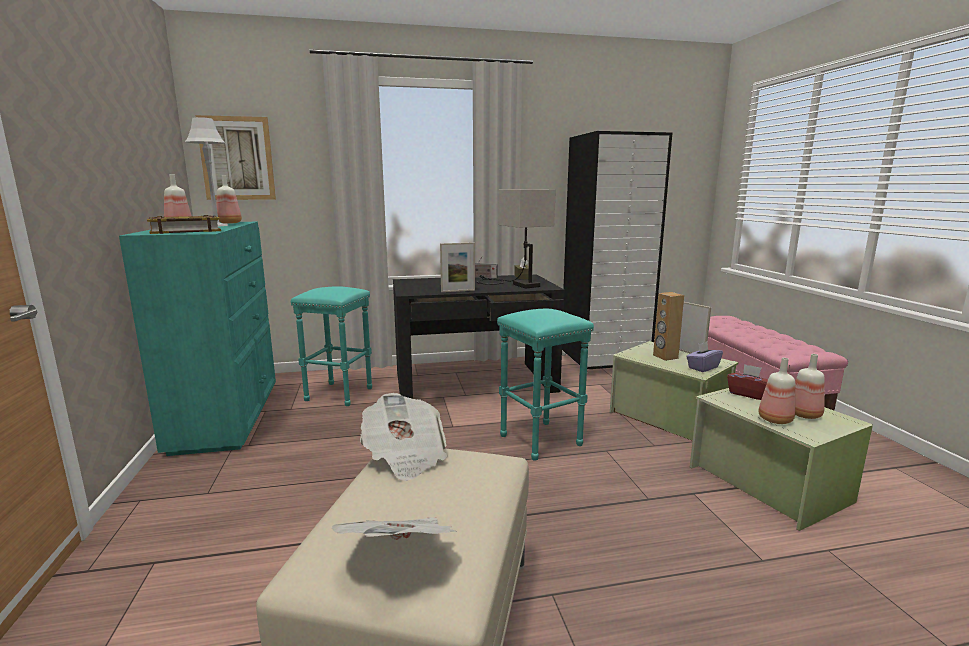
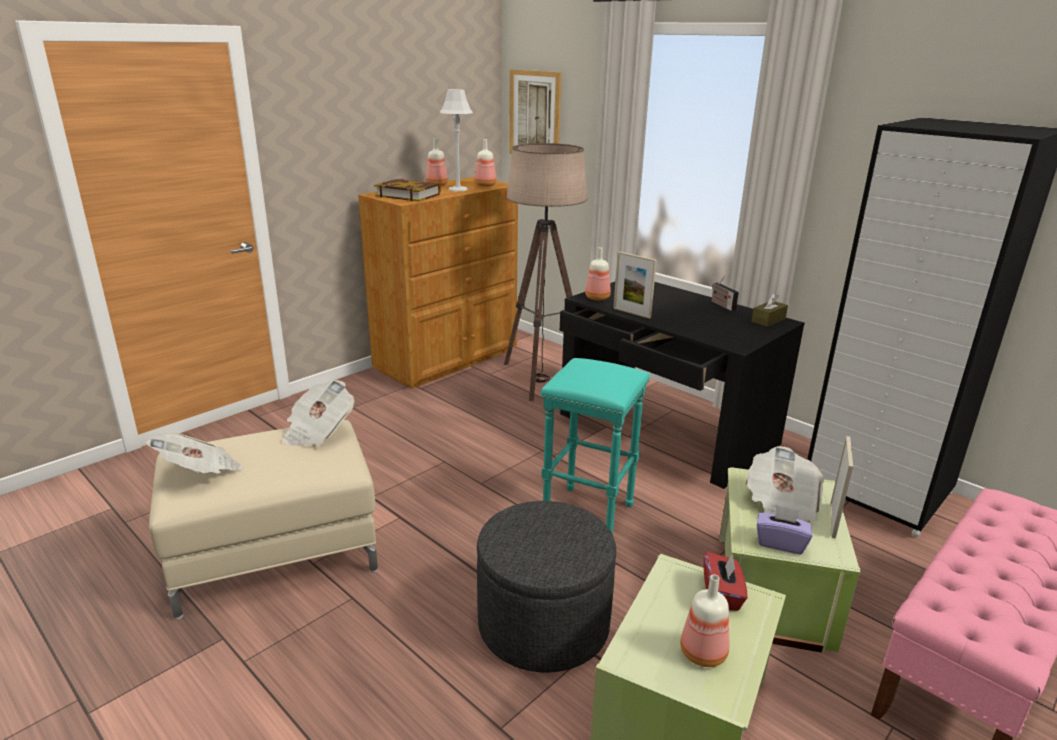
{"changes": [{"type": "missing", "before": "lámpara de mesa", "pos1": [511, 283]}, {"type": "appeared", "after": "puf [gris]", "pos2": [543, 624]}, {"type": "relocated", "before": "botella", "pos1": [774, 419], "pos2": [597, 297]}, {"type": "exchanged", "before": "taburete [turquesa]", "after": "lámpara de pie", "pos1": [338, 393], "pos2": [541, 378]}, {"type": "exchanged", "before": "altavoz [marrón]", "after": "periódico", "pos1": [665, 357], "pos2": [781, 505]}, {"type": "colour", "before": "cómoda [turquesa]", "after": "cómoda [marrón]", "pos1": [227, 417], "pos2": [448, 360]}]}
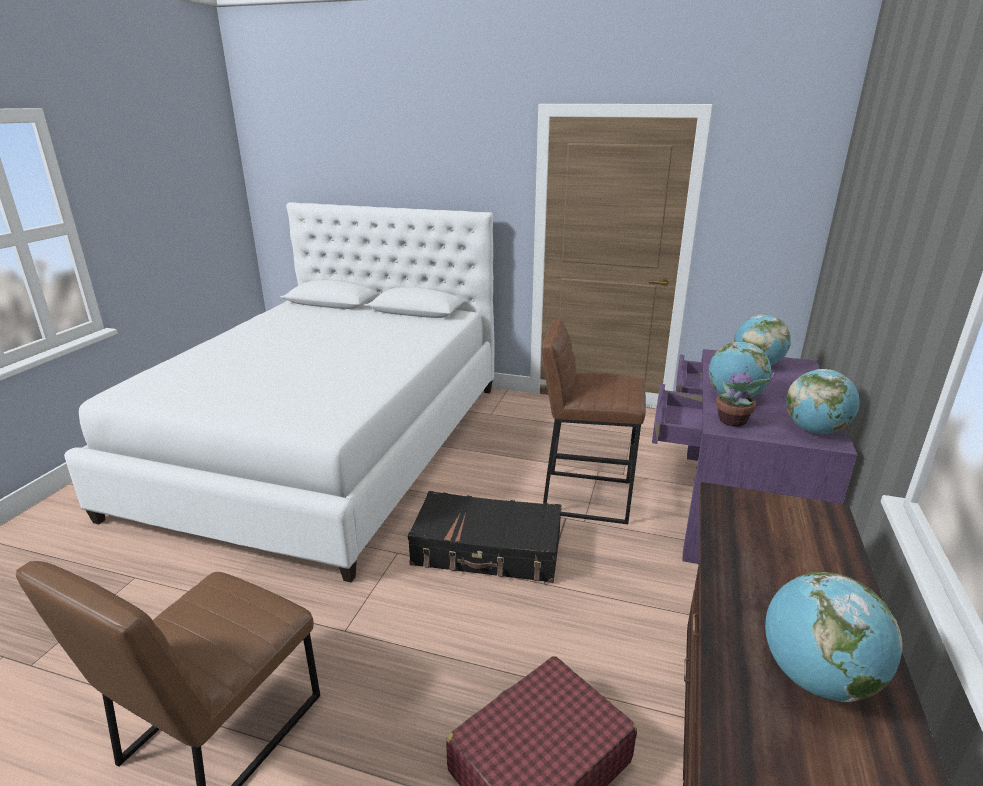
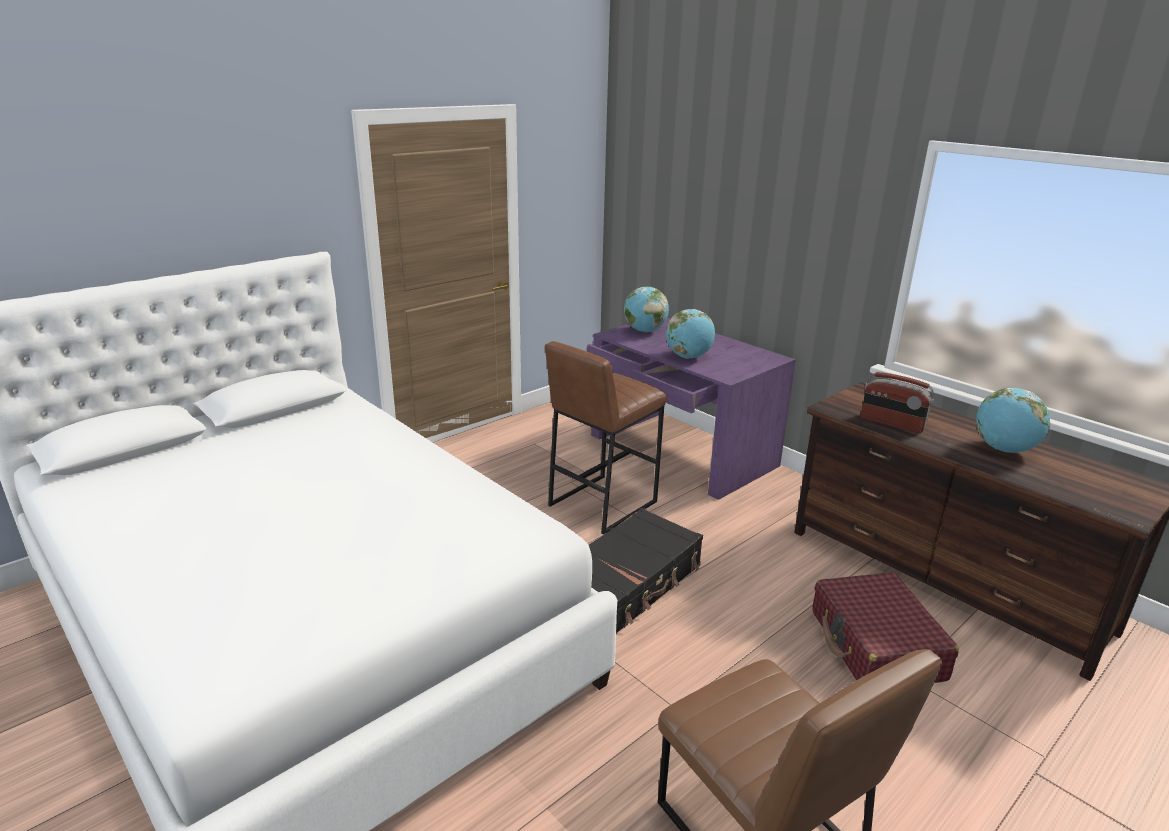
{"changes": [{"type": "missing", "before": "planta en maceta", "pos1": [733, 421]}, {"type": "missing", "before": "globo terráqueo", "pos1": [814, 430]}, {"type": "appeared", "after": "radio", "pos2": [892, 423]}]}
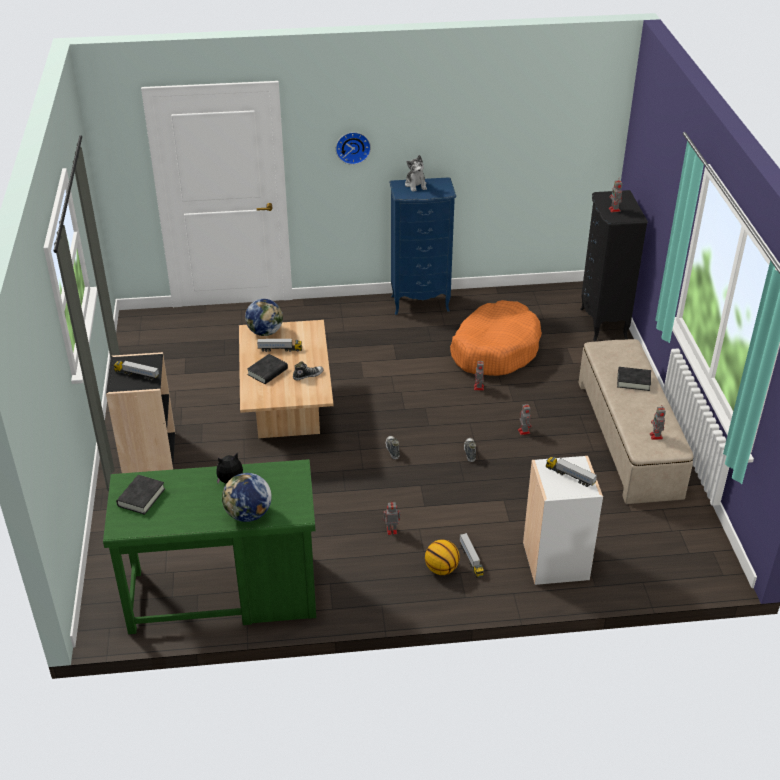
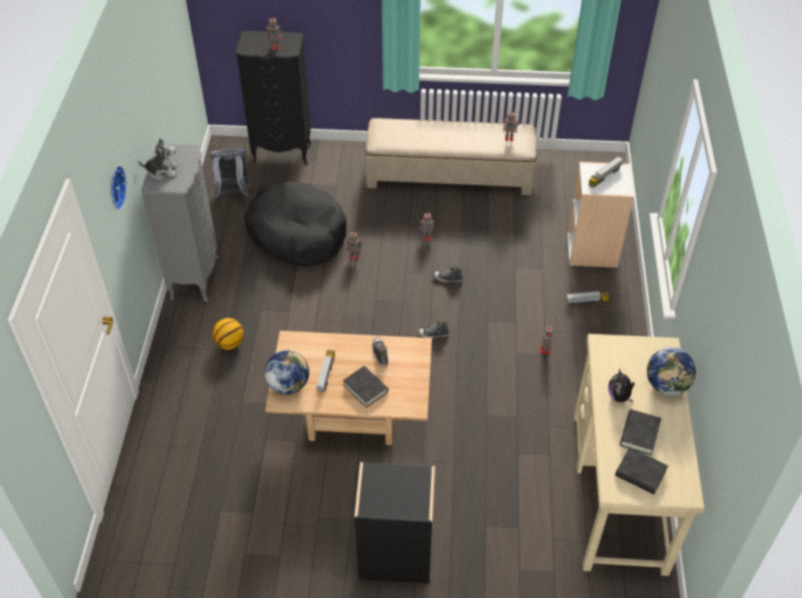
{"changes": [{"type": "missing", "before": "camión de juguete", "pos1": [137, 374]}, {"type": "appeared", "after": "mochila [gris]", "pos2": [233, 194]}, {"type": "relocated", "before": "balón de baloncesto", "pos1": [441, 569], "pos2": [230, 343]}, {"type": "relocated", "before": "libro [negro]", "pos1": [633, 381], "pos2": [639, 434]}, {"type": "colour", "before": "escritorio [verde]", "after": "escritorio [beis]", "pos1": [222, 595], "pos2": [619, 491]}, {"type": "colour", "before": "cómoda [azul]", "after": "cómoda [gris]", "pos1": [420, 304], "pos2": [197, 277]}, {"type": "colour", "before": "cama para perro [naranja]", "after": "cama para perro [negro]", "pos1": [495, 349], "pos2": [297, 234]}]}
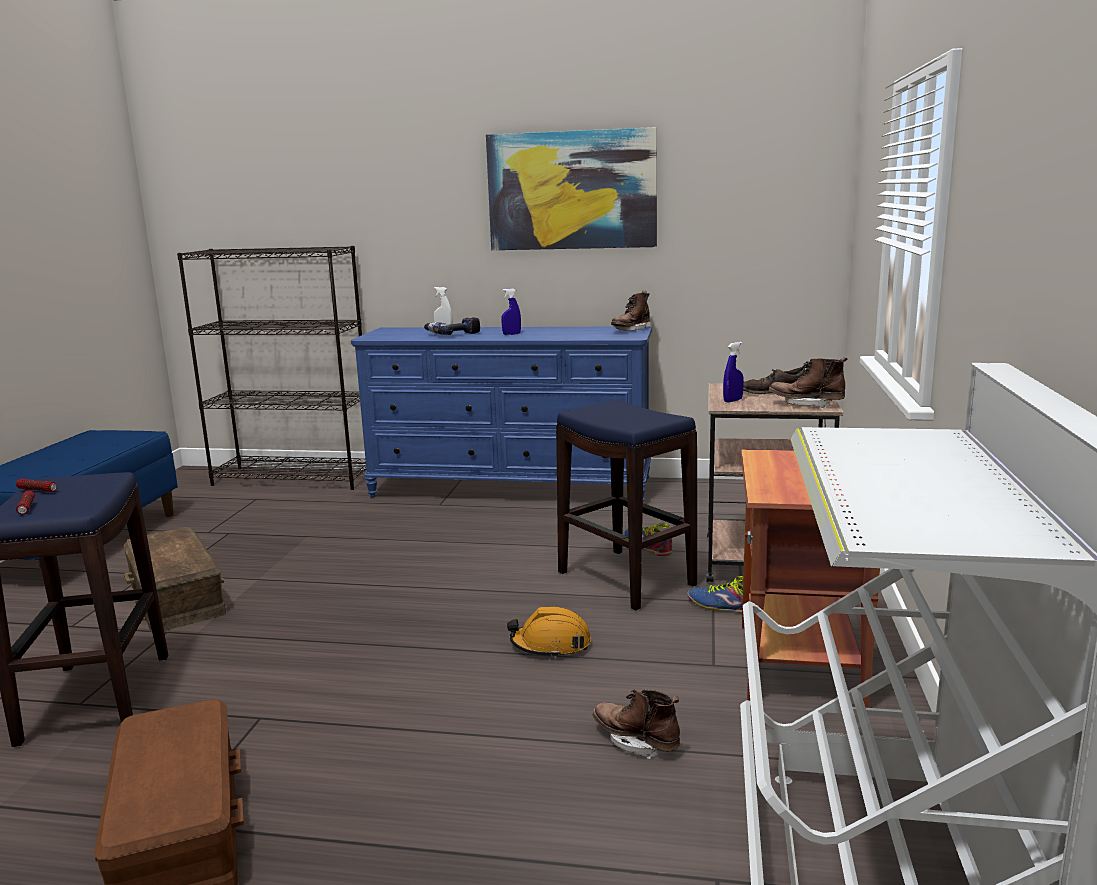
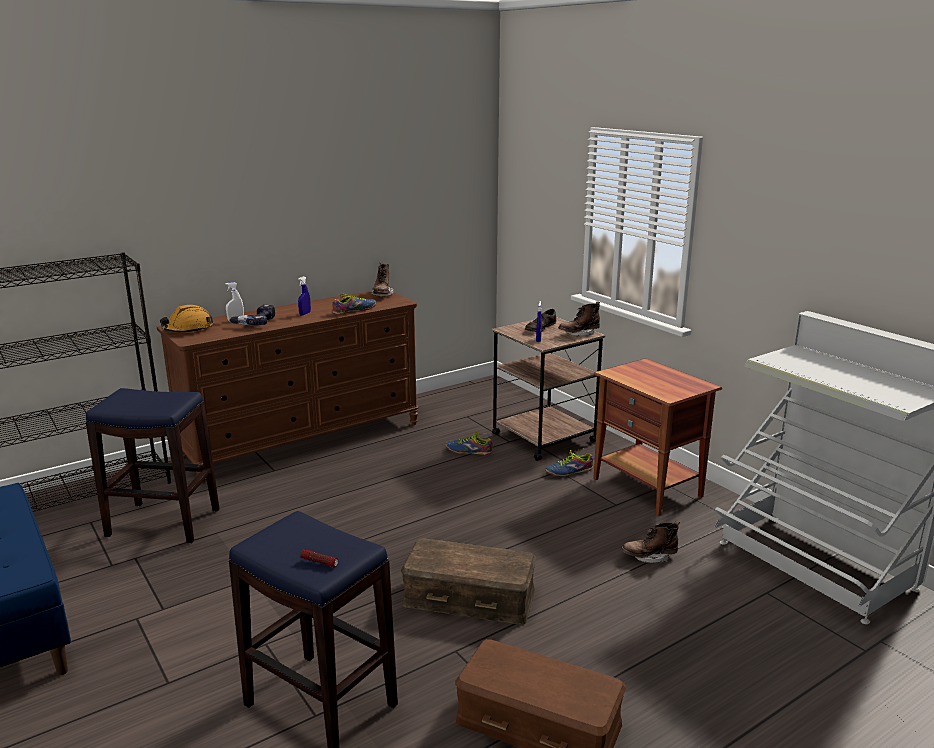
{"changes": [{"type": "missing", "before": "linterna", "pos1": [37, 490]}, {"type": "missing", "before": "cuadro", "pos1": [572, 190]}, {"type": "appeared", "after": "zapato", "pos2": [354, 310]}, {"type": "relocated", "before": "caja de almacenaje [marrón]", "pos1": [178, 597], "pos2": [469, 596]}, {"type": "relocated", "before": "casco [naranja]", "pos1": [551, 645], "pos2": [188, 329]}, {"type": "relocated", "before": "taburete", "pos1": [625, 579], "pos2": [163, 523]}, {"type": "colour", "before": "cómoda [azul]", "after": "cómoda [marrón]", "pos1": [511, 488], "pos2": [304, 440]}]}
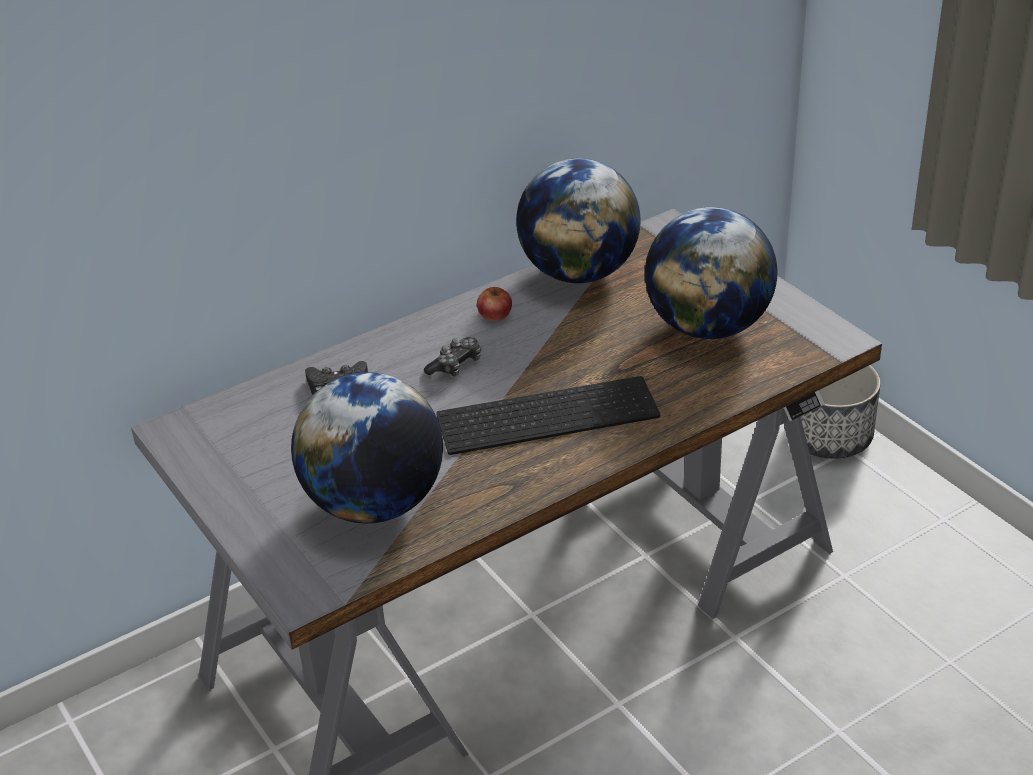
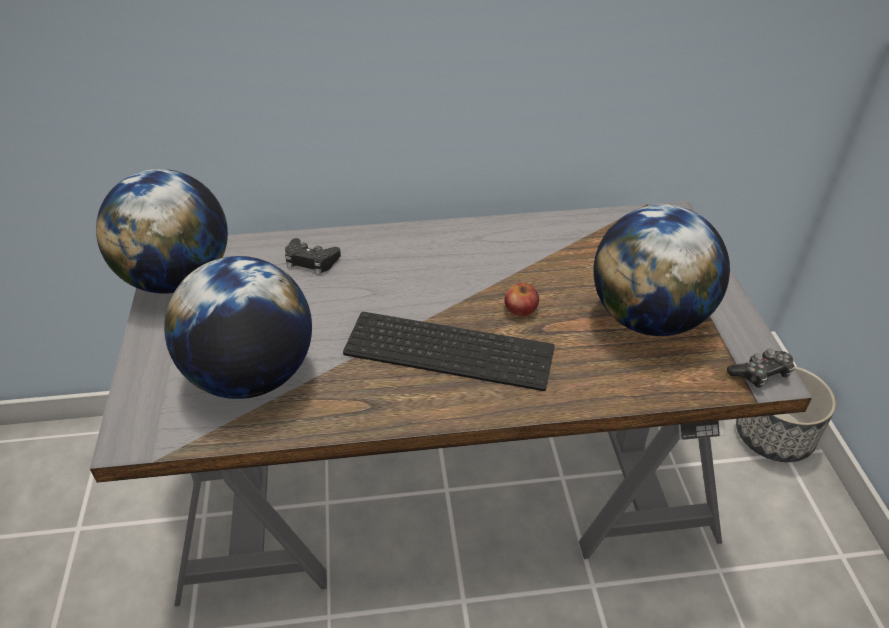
{"changes": [{"type": "relocated", "before": "mando de consola", "pos1": [455, 365], "pos2": [760, 374]}, {"type": "relocated", "before": "manzana", "pos1": [495, 314], "pos2": [520, 309]}, {"type": "relocated", "before": "globo terráqueo", "pos1": [579, 272], "pos2": [178, 278]}]}
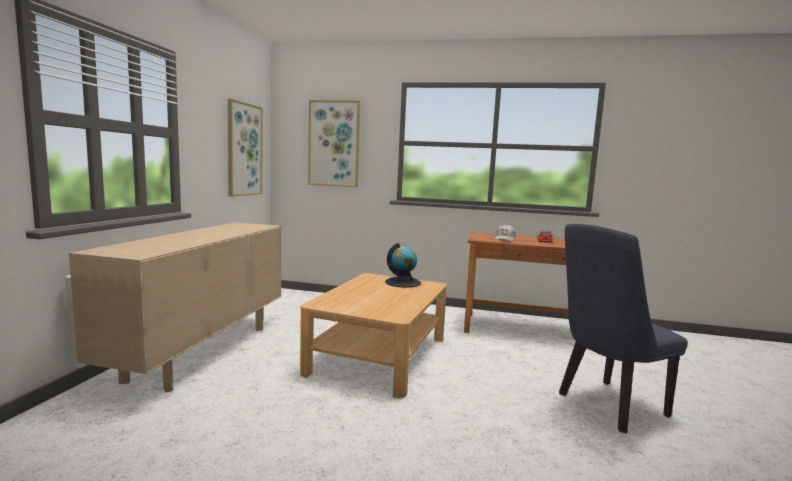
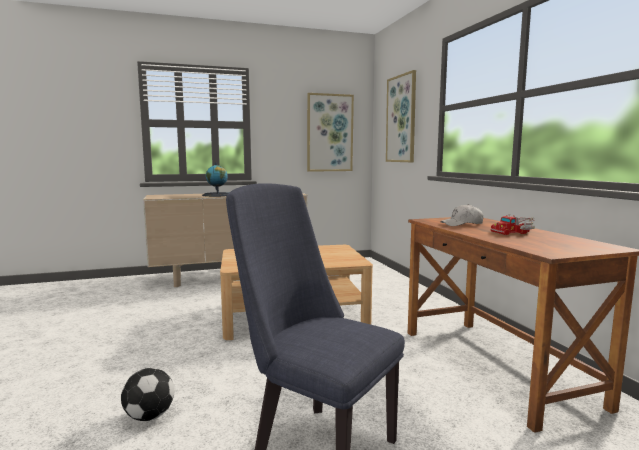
{"changes": [{"type": "appeared", "after": "balón de fútbol", "pos2": [149, 416]}, {"type": "relocated", "before": "globo terráqueo", "pos1": [403, 282], "pos2": [217, 195]}]}
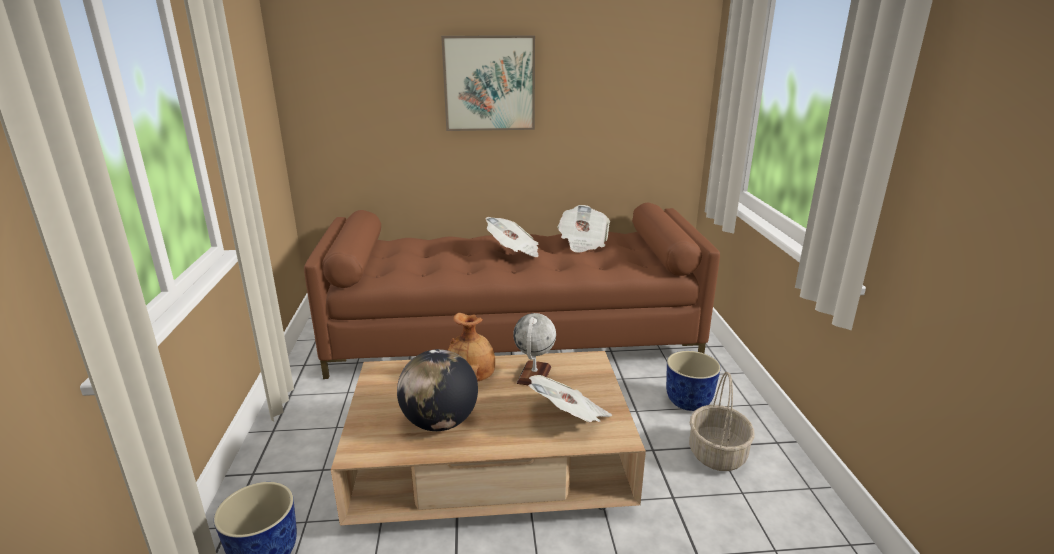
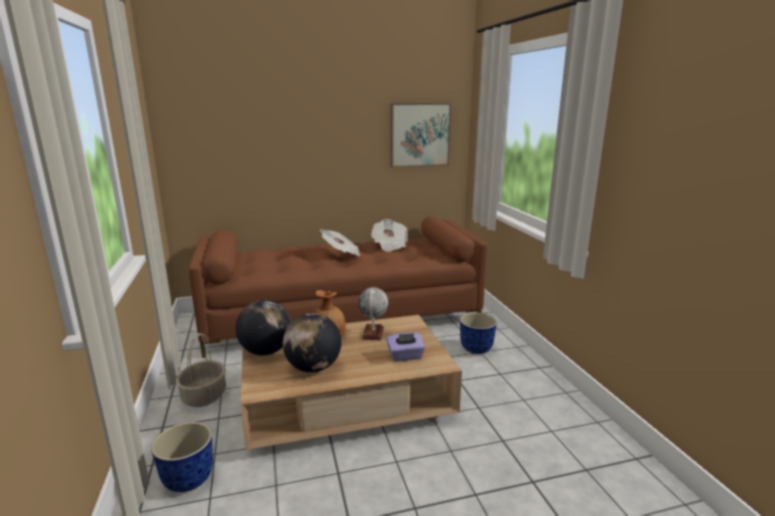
{"changes": [{"type": "appeared", "after": "globo terráqueo", "pos2": [266, 351]}, {"type": "relocated", "before": "cuadro", "pos1": [489, 83], "pos2": [419, 135]}, {"type": "relocated", "before": "cesta", "pos1": [716, 453], "pos2": [204, 395]}, {"type": "exchanged", "before": "periódico", "after": "caja de pañuelos [morado]", "pos1": [569, 417], "pos2": [405, 356]}]}
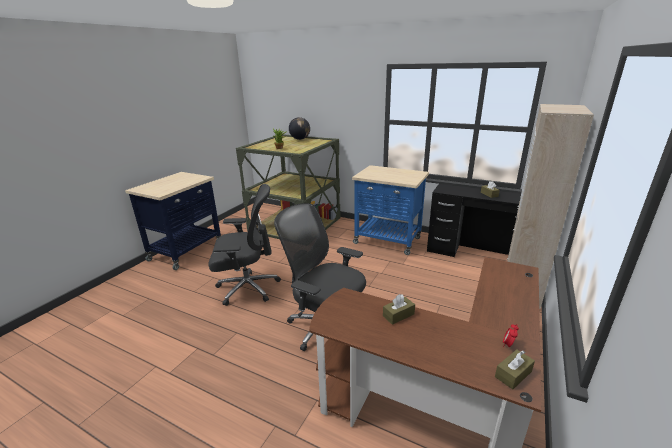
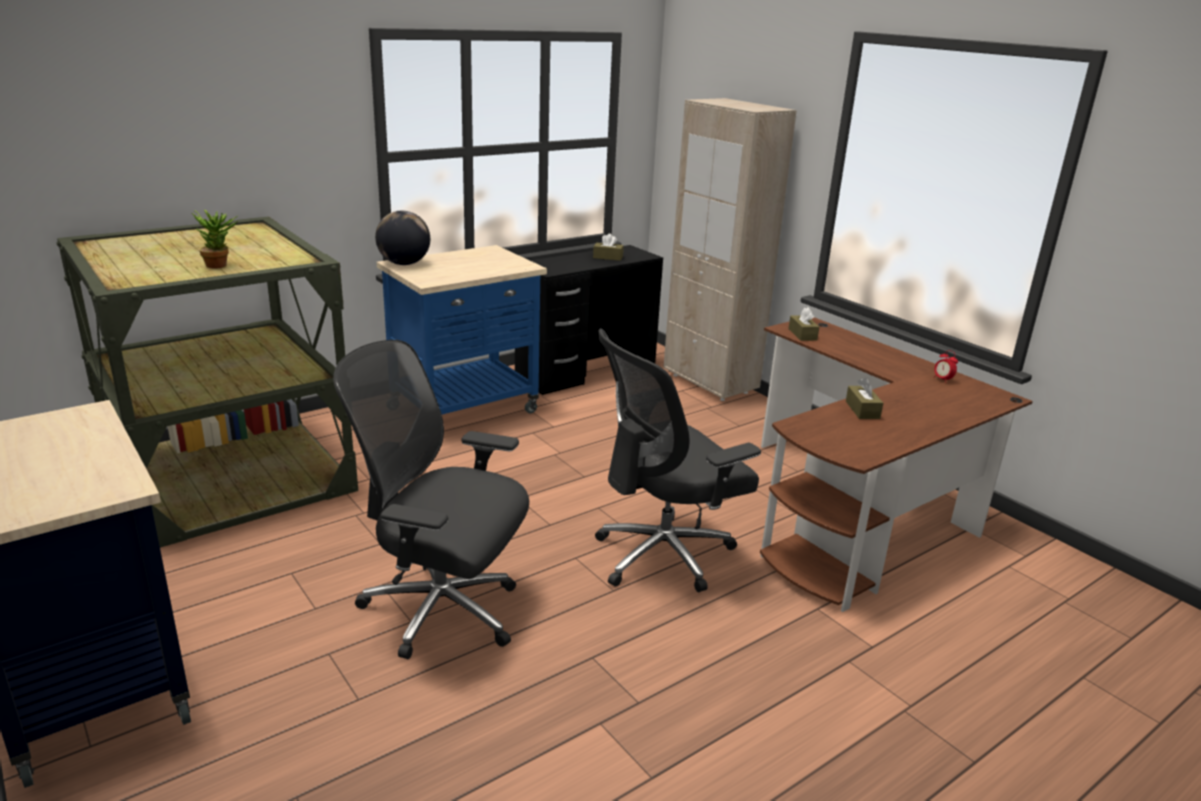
{"changes": [{"type": "relocated", "before": "globo terráqueo", "pos1": [300, 139], "pos2": [404, 264]}, {"type": "relocated", "before": "caja de pañuelos [marrón]", "pos1": [513, 374], "pos2": [802, 334]}, {"type": "spun", "before": "silla de oficina", "pos1": [247, 289], "pos2": [444, 611], "turn": -90}]}
